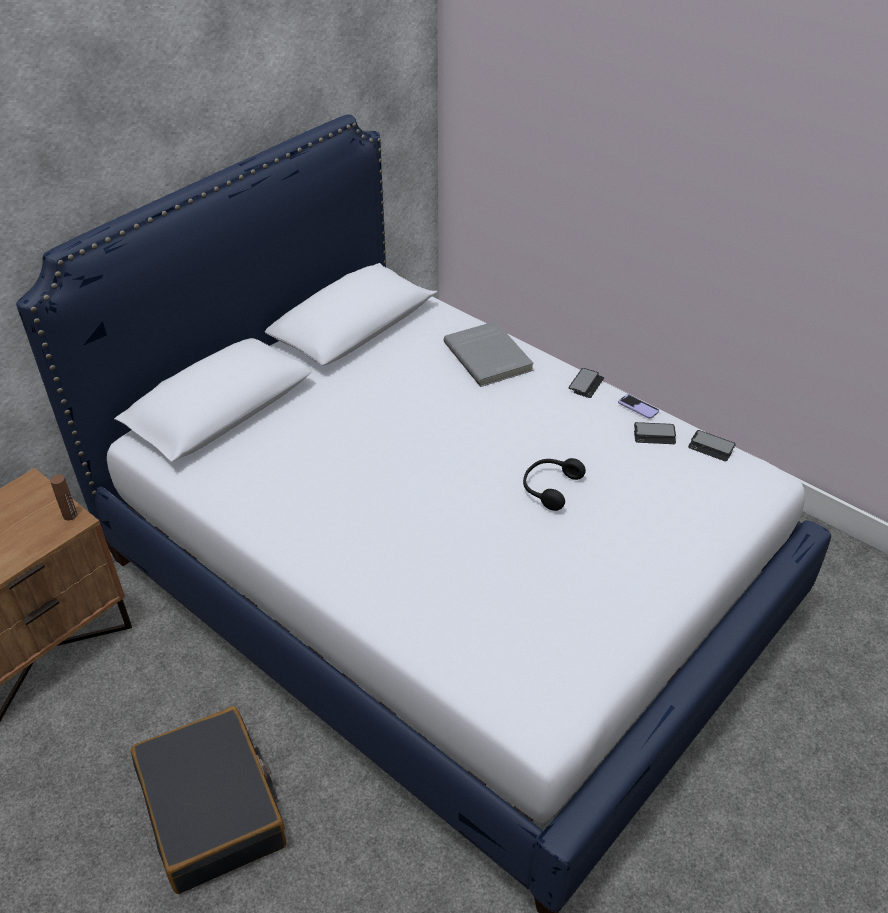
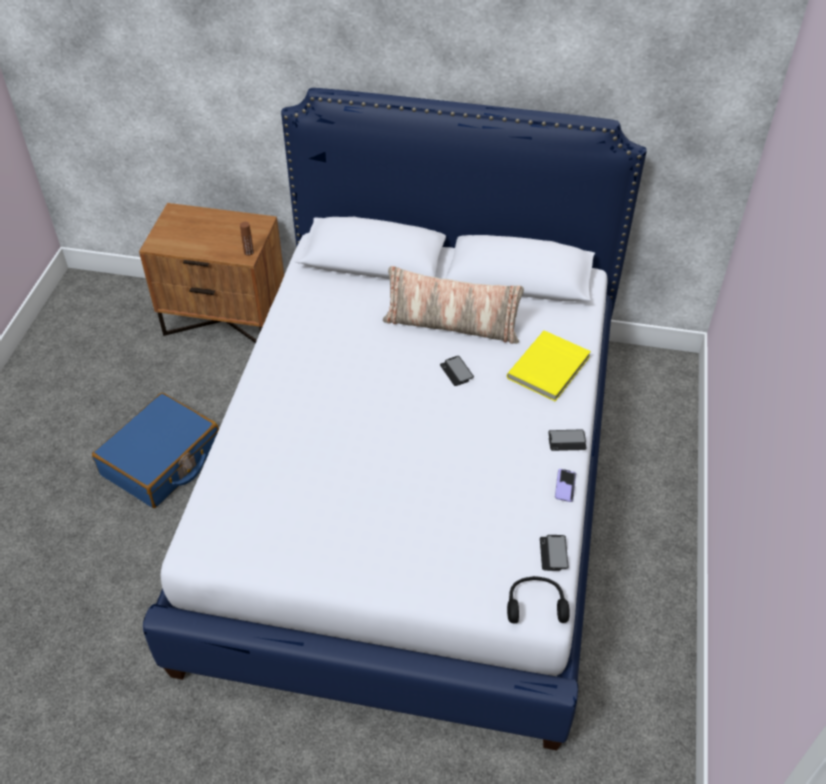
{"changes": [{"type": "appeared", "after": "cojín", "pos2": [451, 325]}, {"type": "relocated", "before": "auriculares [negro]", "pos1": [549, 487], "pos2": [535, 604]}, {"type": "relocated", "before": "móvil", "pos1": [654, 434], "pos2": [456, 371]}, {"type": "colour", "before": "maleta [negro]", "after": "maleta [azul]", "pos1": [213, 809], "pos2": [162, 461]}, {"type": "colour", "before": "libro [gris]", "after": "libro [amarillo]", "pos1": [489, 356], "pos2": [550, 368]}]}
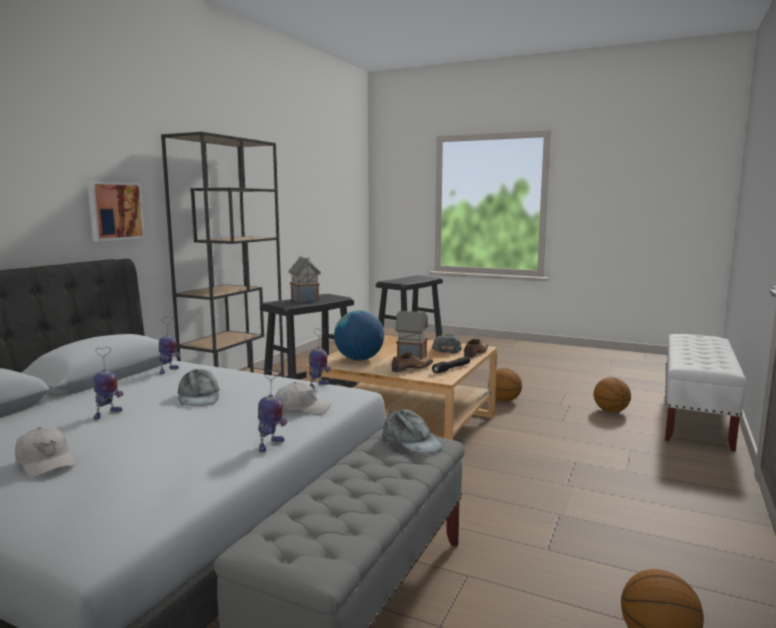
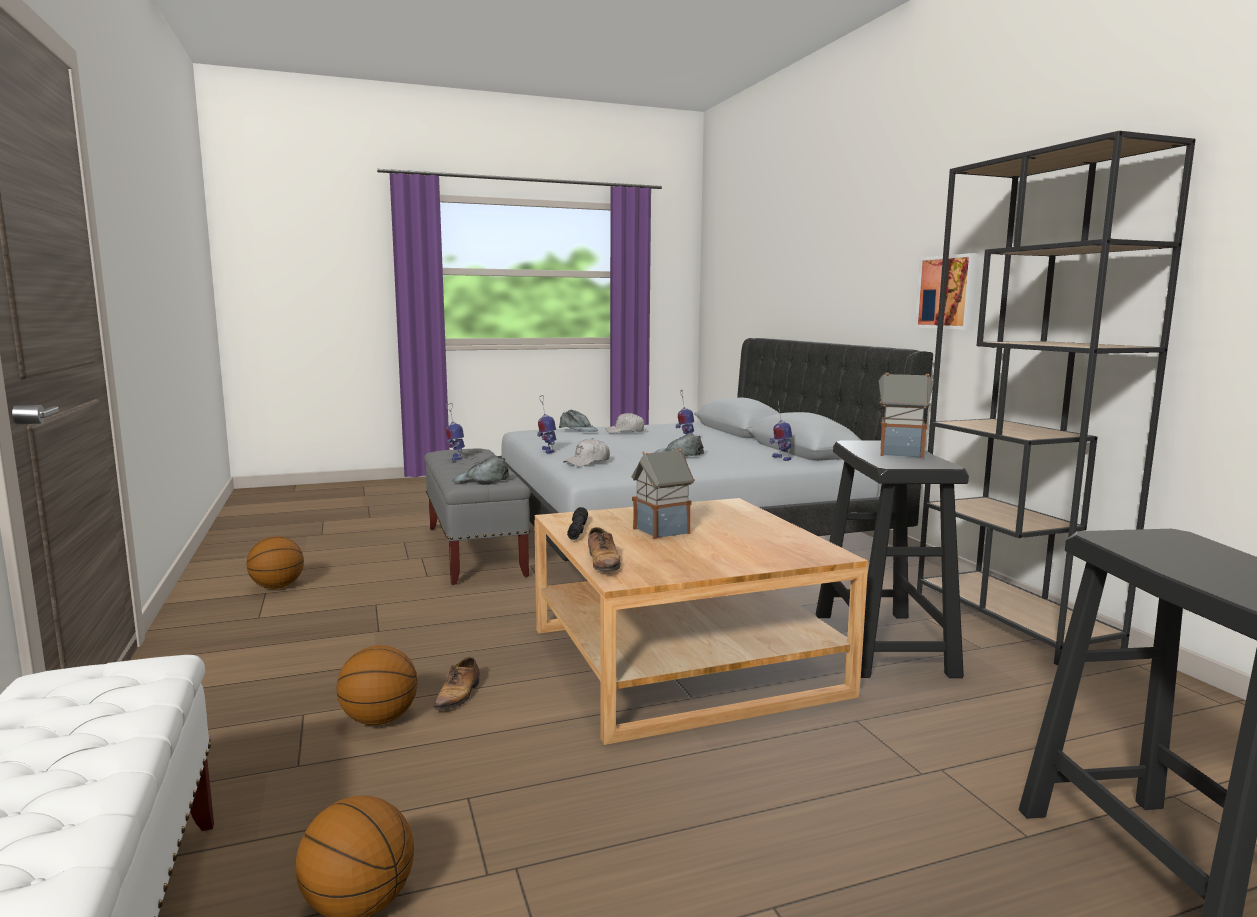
{"changes": [{"type": "missing", "before": "globo terráqueo", "pos1": [359, 359]}, {"type": "relocated", "before": "robot de juguete", "pos1": [317, 386], "pos2": [456, 458]}, {"type": "relocated", "before": "zapato", "pos1": [411, 369], "pos2": [458, 696]}, {"type": "relocated", "before": "gorra [gris]", "pos1": [446, 349], "pos2": [577, 429]}, {"type": "relocated", "before": "balón de baloncesto", "pos1": [504, 400], "pos2": [379, 720]}]}
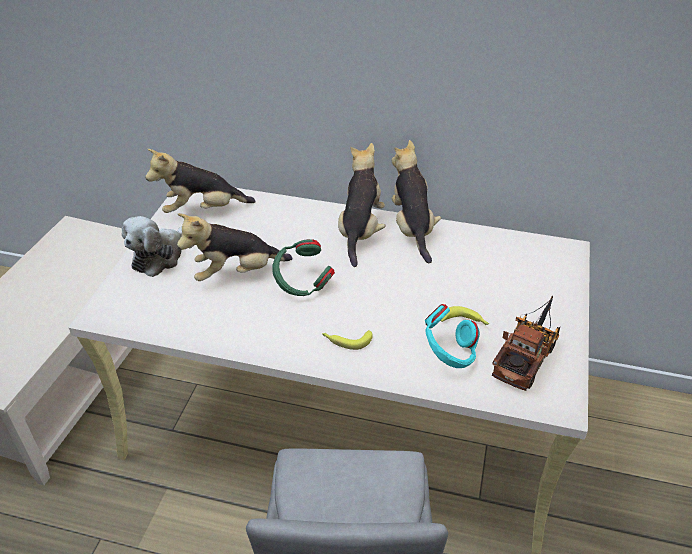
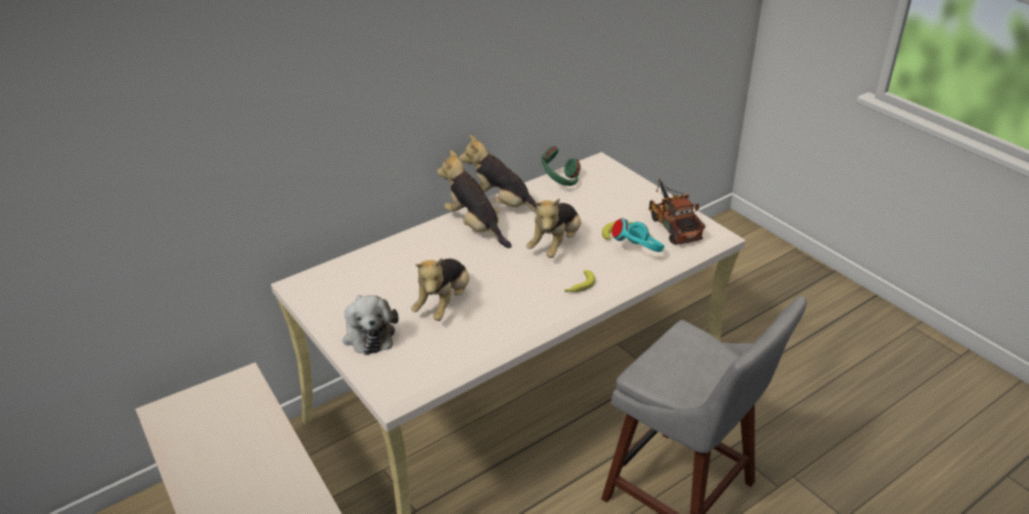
{"changes": [{"type": "relocated", "before": "peluche", "pos1": [202, 210], "pos2": [556, 245]}, {"type": "relocated", "before": "auriculares [verde]", "pos1": [302, 284], "pos2": [560, 182]}]}
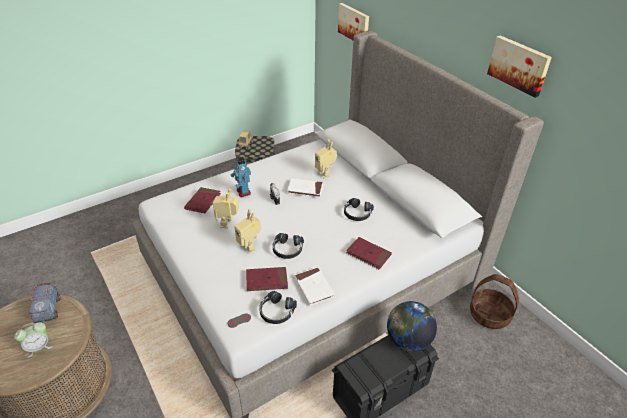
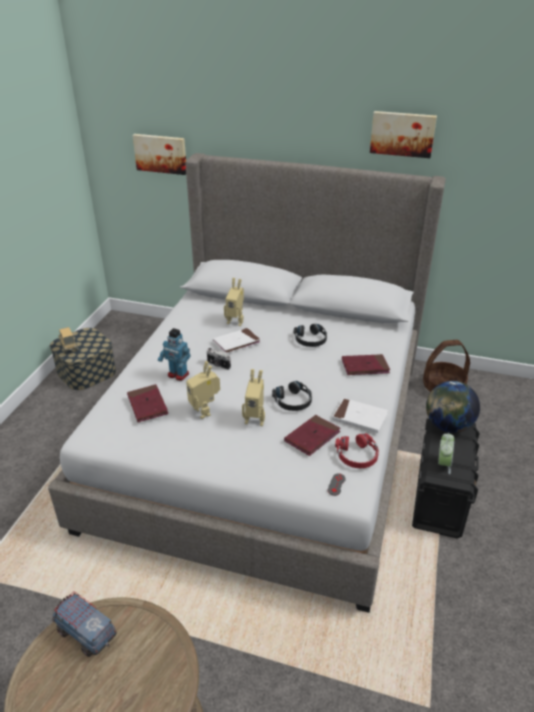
{"changes": [{"type": "relocated", "before": "despertador", "pos1": [39, 347], "pos2": [443, 464]}, {"type": "colour", "before": "auriculares [negro]", "after": "auriculares [rojo]", "pos1": [276, 312], "pos2": [357, 456]}]}
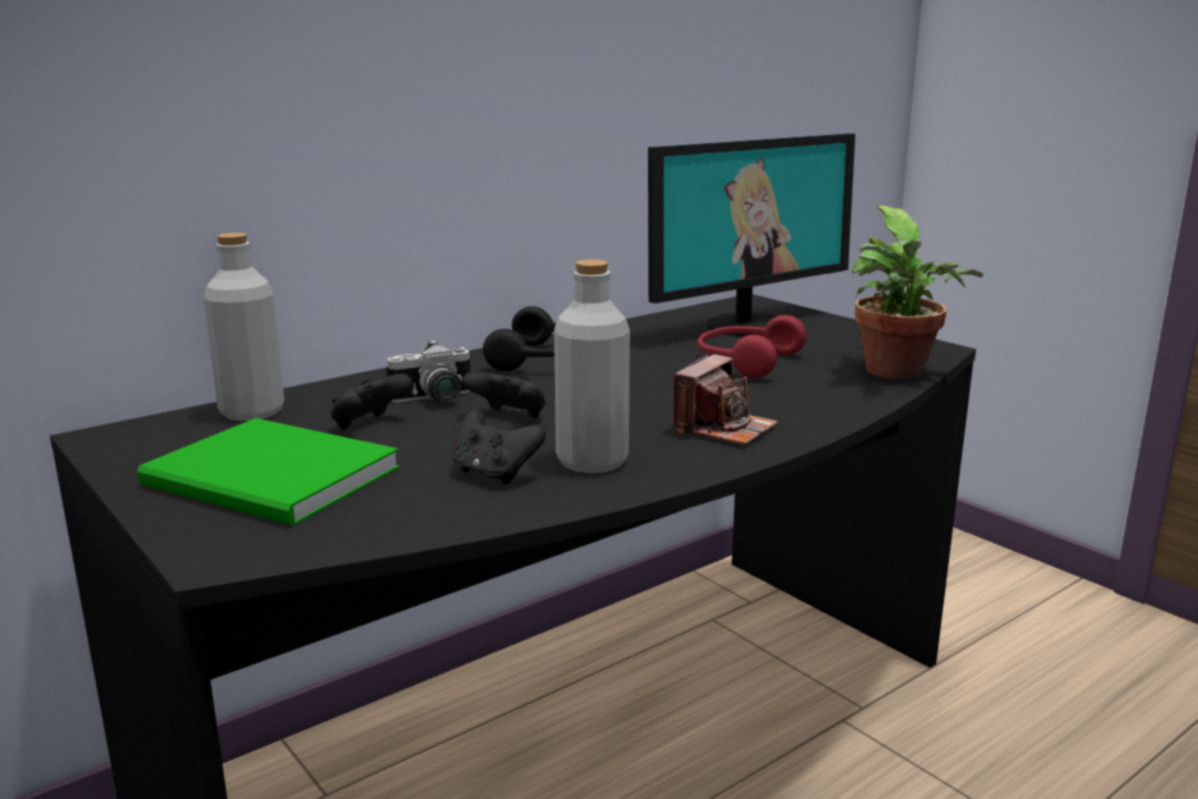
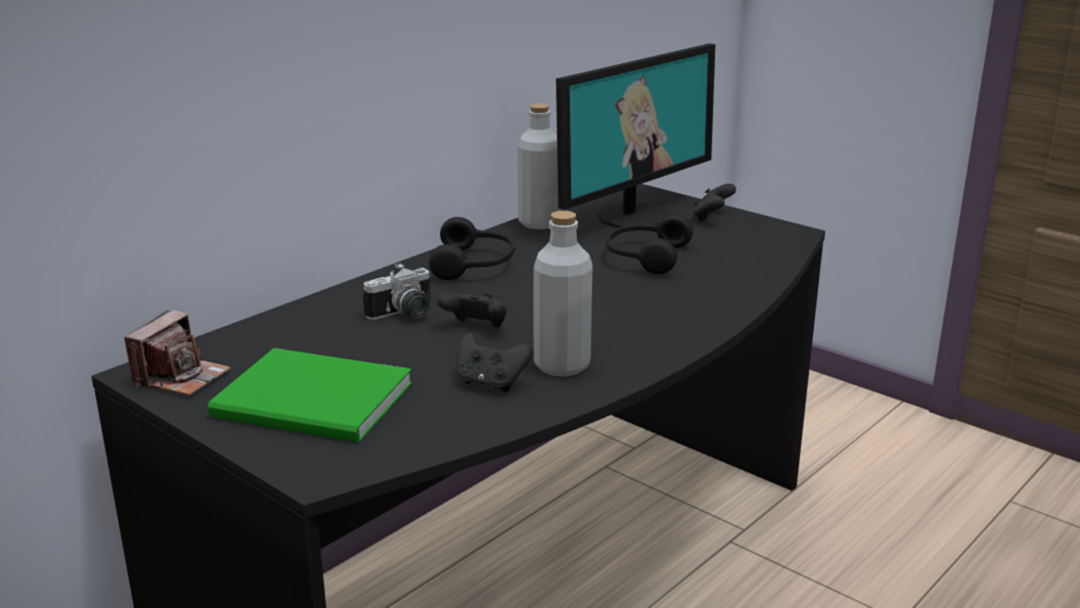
{"changes": [{"type": "missing", "before": "planta en maceta", "pos1": [897, 373]}, {"type": "relocated", "before": "botella [gris]", "pos1": [252, 412], "pos2": [539, 223]}, {"type": "relocated", "before": "mando de consola [negro]", "pos1": [369, 425], "pos2": [712, 217]}, {"type": "relocated", "before": "cámara", "pos1": [723, 428], "pos2": [181, 377]}, {"type": "colour", "before": "auriculares [rojo]", "after": "auriculares [negro]", "pos1": [745, 362], "pos2": [645, 257]}]}
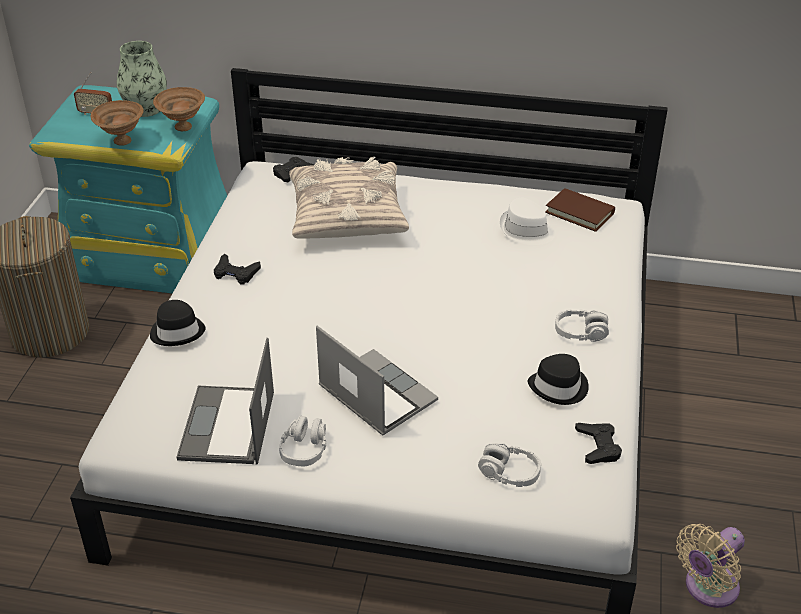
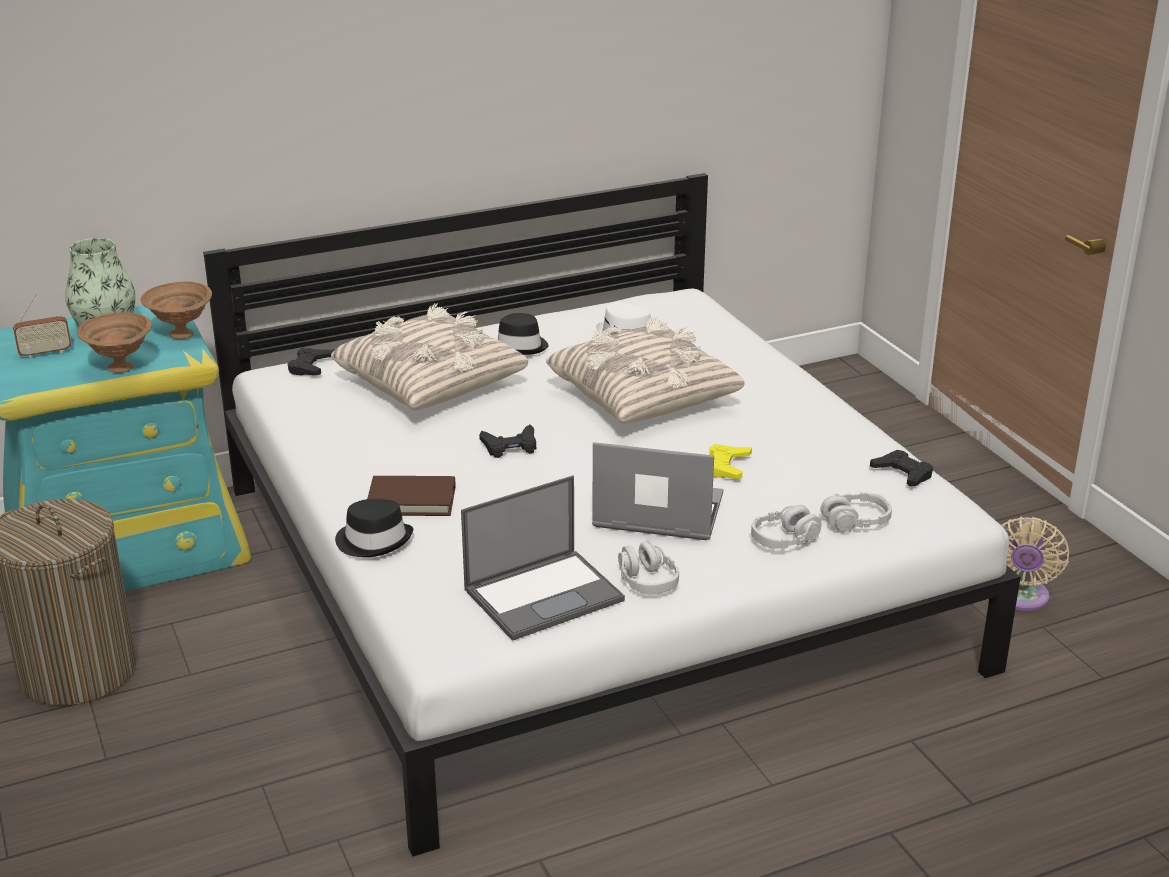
{"changes": [{"type": "appeared", "after": "cojín [beis]", "pos2": [643, 400]}, {"type": "appeared", "after": "mando de consola [amarillo]", "pos2": [726, 467]}, {"type": "relocated", "before": "mando de consola [negro]", "pos1": [235, 273], "pos2": [510, 446]}, {"type": "relocated", "before": "sombrero [negro]", "pos1": [559, 387], "pos2": [520, 346]}, {"type": "relocated", "before": "libro [marrón]", "pos1": [579, 213], "pos2": [411, 500]}, {"type": "relocated", "before": "auriculares [gris]", "pos1": [580, 332], "pos2": [784, 539]}, {"type": "spun", "before": "portátil", "pos1": [227, 426], "pos2": [545, 594], "turn": -90}]}
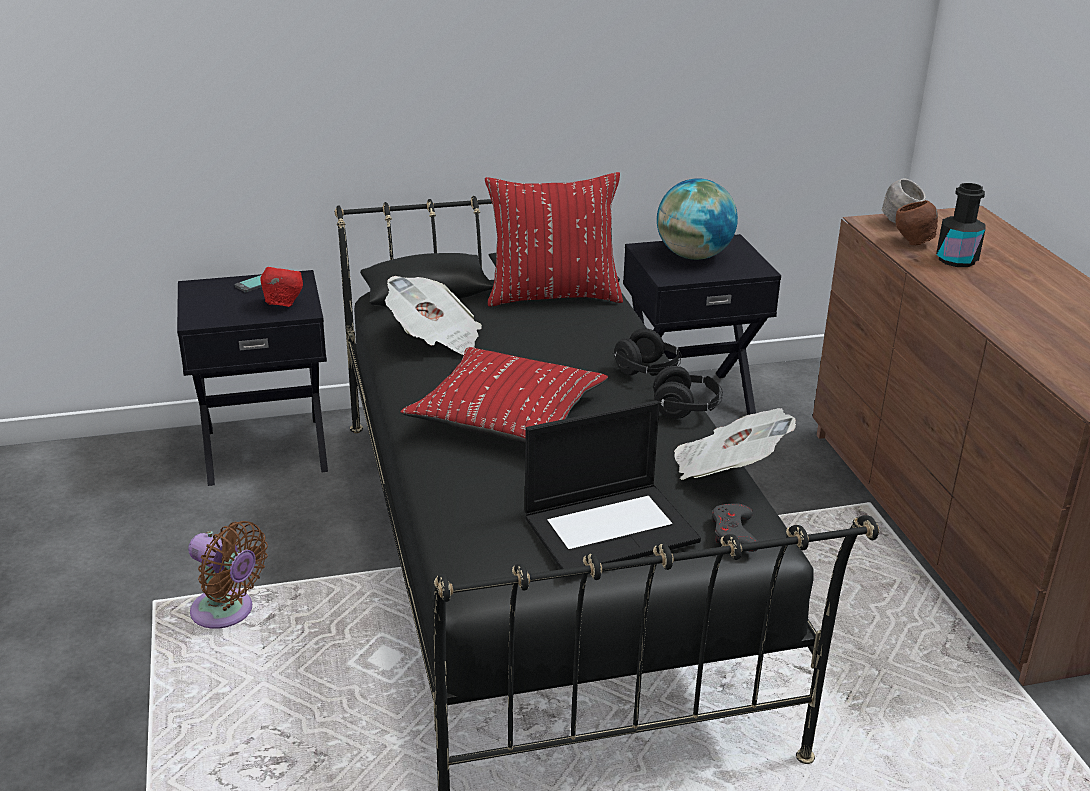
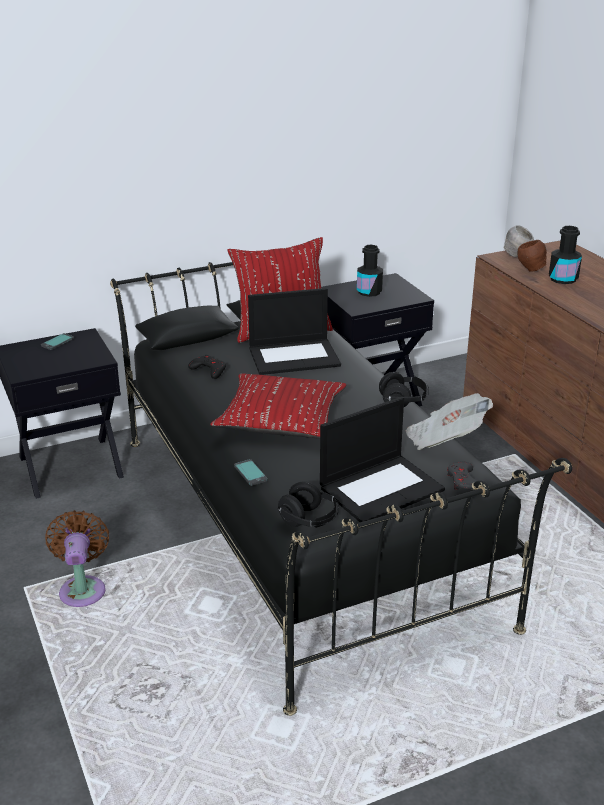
{"changes": [{"type": "missing", "before": "cuenco [rojo]", "pos1": [283, 305]}, {"type": "appeared", "after": "móvil", "pos2": [250, 473]}, {"type": "appeared", "after": "portátil", "pos2": [295, 356]}, {"type": "relocated", "before": "auriculares [negro]", "pos1": [647, 372], "pos2": [309, 520]}, {"type": "exchanged", "before": "periódico", "after": "mando de consola [negro]", "pos1": [435, 339], "pos2": [209, 370]}, {"type": "exchanged", "before": "globo terráqueo", "after": "botella [negro]", "pos1": [694, 256], "pos2": [369, 292]}, {"type": "spun", "before": "ventilador [marrón]", "pos1": [227, 613], "pos2": [83, 588], "turn": -120}]}
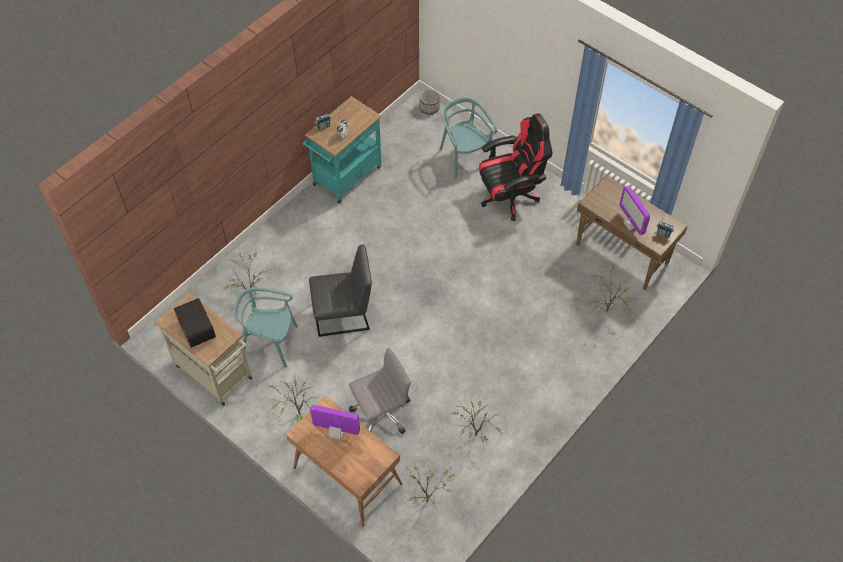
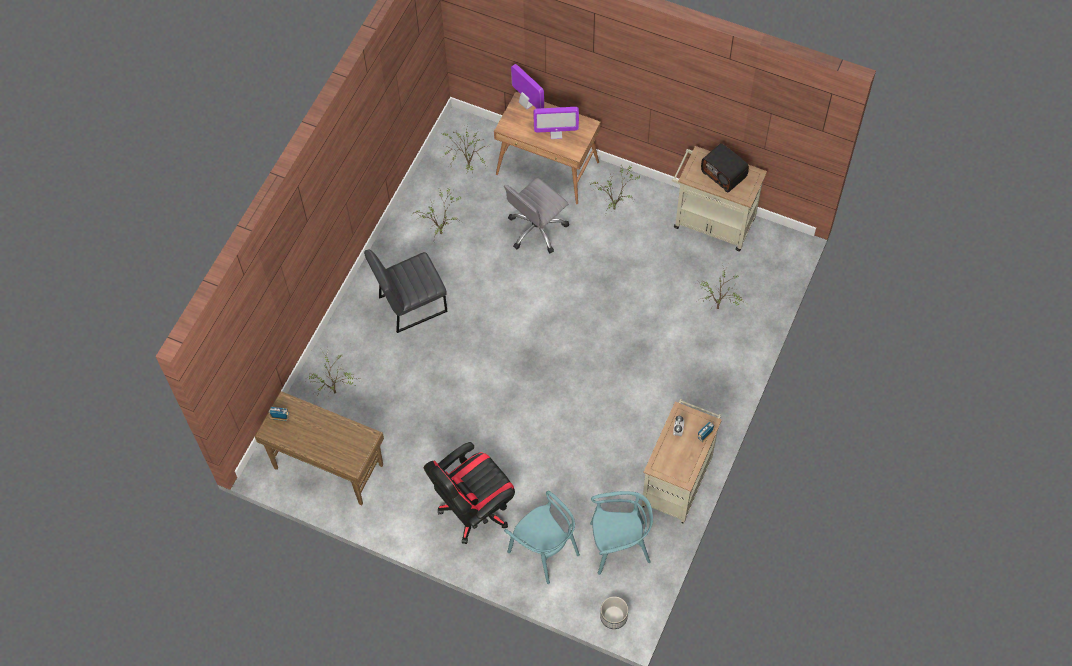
{"changes": [{"type": "relocated", "before": "silla [turquesa]", "pos1": [270, 343], "pos2": [619, 545]}, {"type": "relocated", "before": "silla [gris]", "pos1": [343, 315], "pos2": [410, 304]}, {"type": "relocated", "before": "monitor", "pos1": [631, 224], "pos2": [527, 103]}, {"type": "colour", "before": "carrito [turquesa]", "after": "carrito [beis]", "pos1": [345, 177], "pos2": [678, 481]}]}
